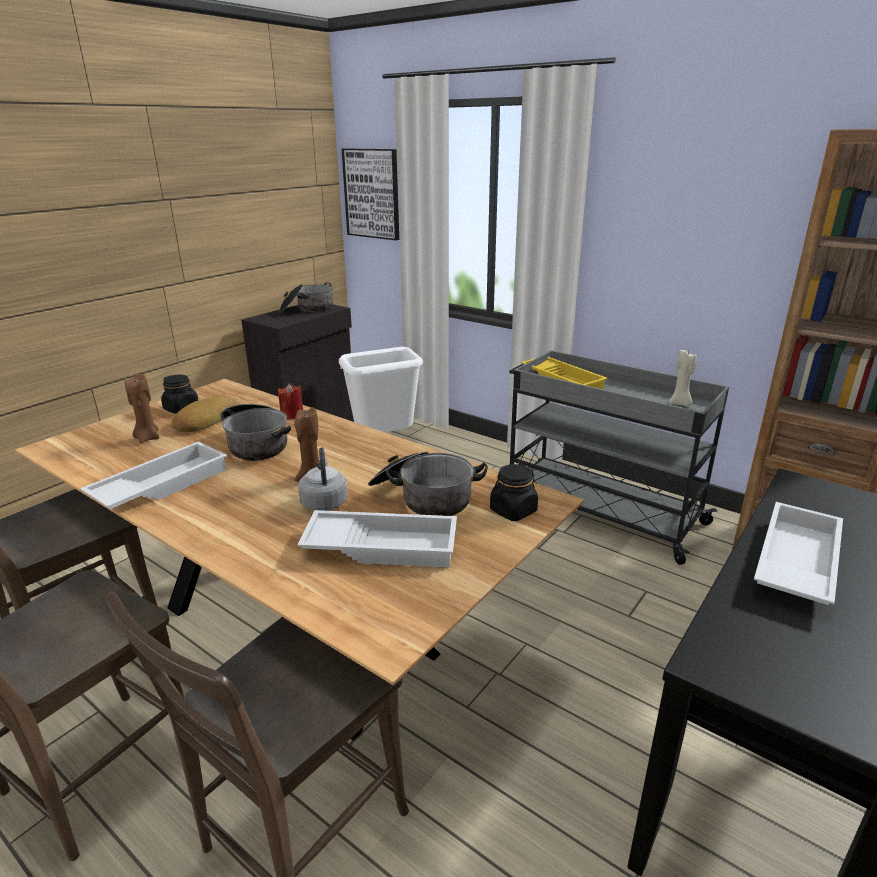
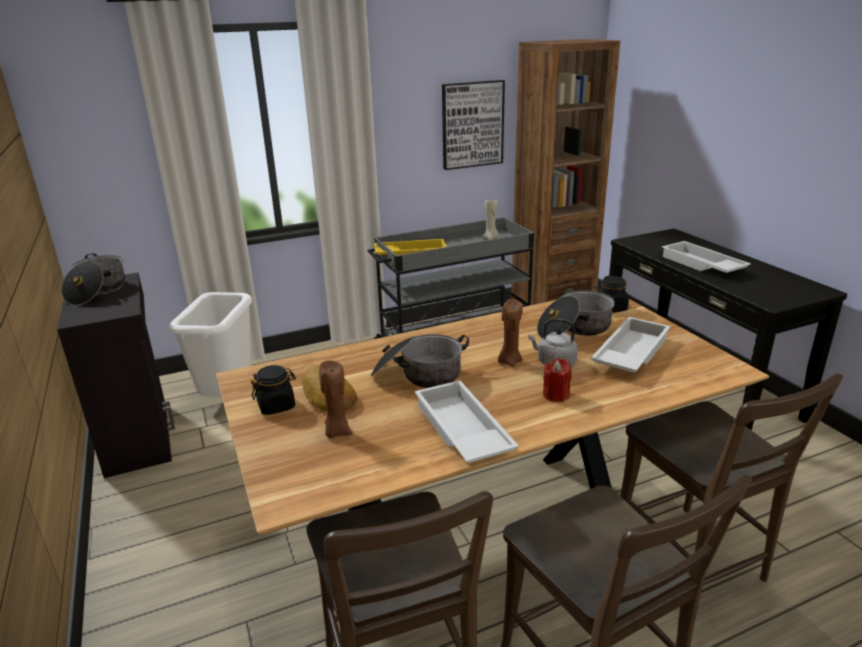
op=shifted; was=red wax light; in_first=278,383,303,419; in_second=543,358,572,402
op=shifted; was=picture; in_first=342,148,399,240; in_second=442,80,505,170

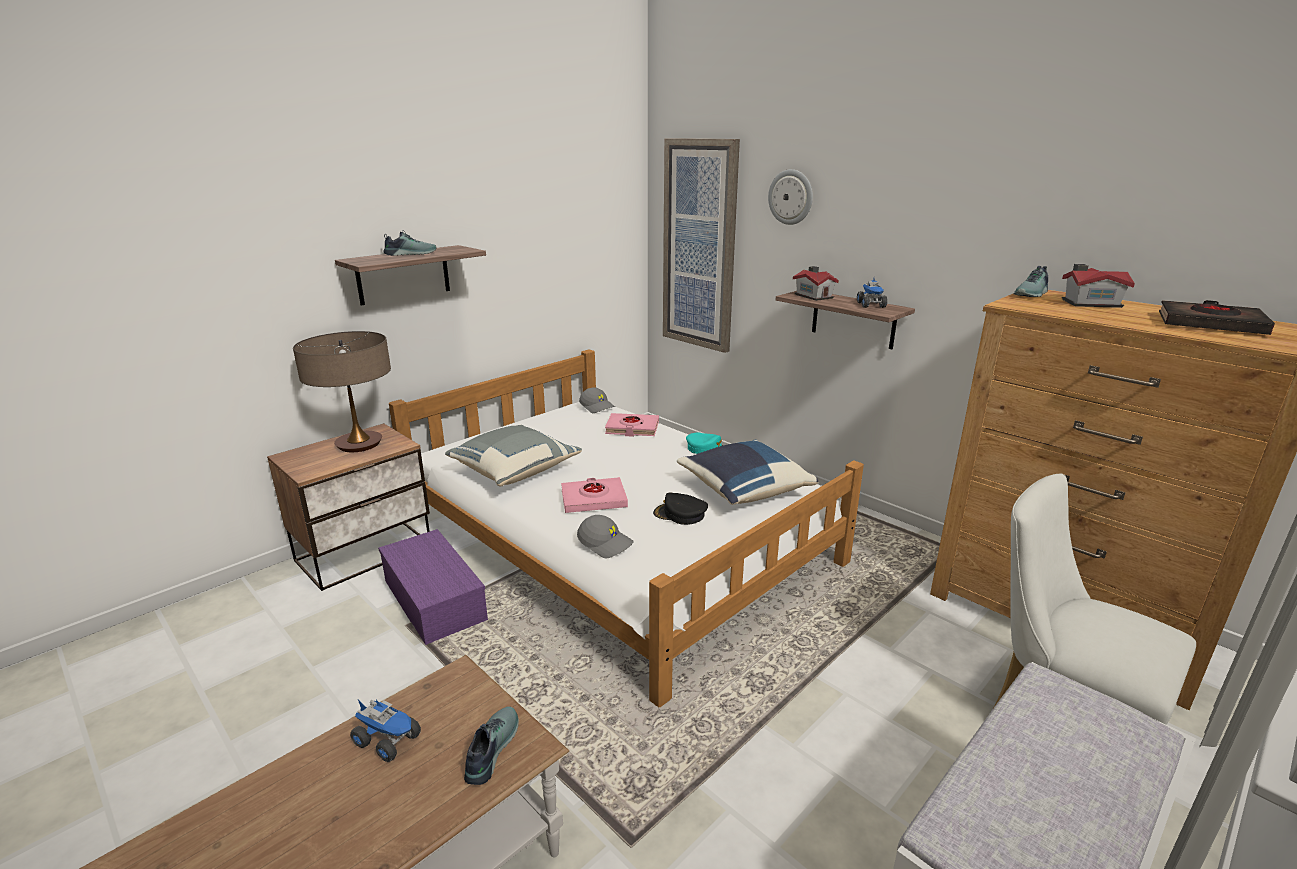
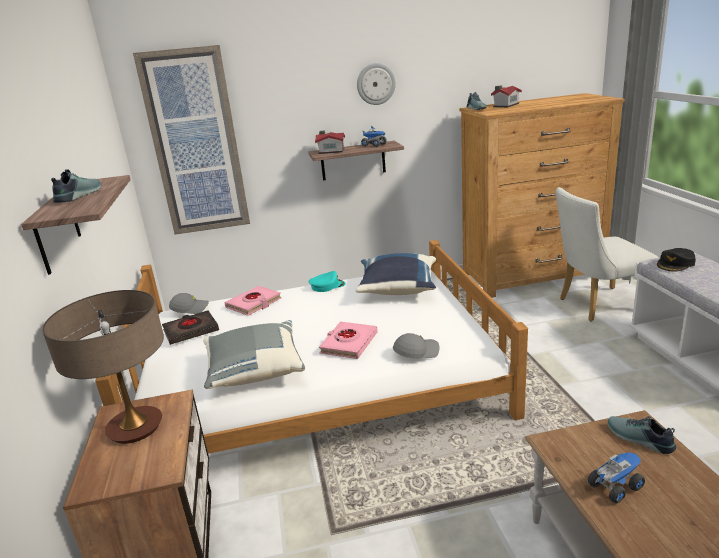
op=gone; was=purplish storage container; in_first=378,529,488,645
op=shifted; was=black cap; in_first=653,492,708,525; in_second=657,248,696,272
op=shifted; was=wall clock; in_first=768,169,813,225; in_second=357,63,396,105
op=shifted; was=black bound book; in_first=1159,300,1275,335; in_second=162,310,219,345

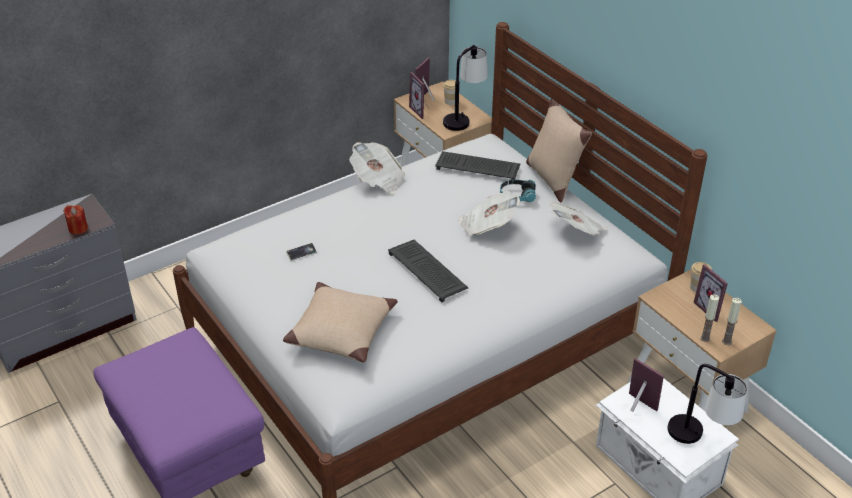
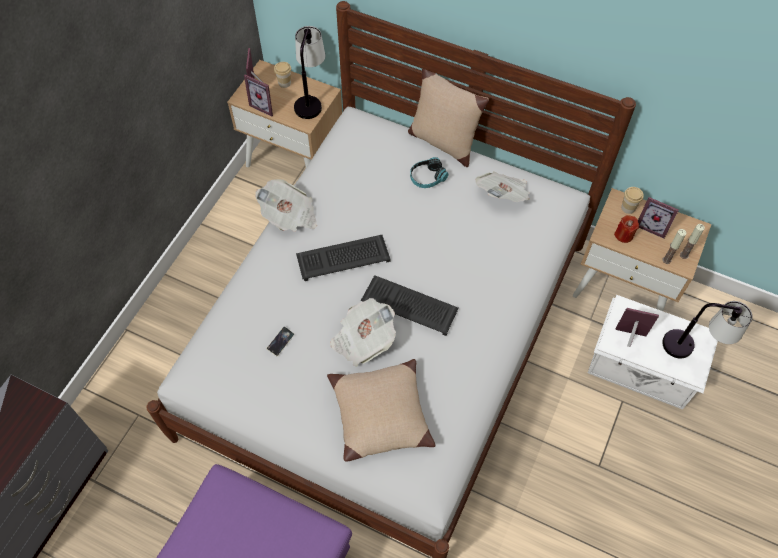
op=shifted; was=red wax light; in_first=63,205,88,235; in_second=614,215,639,243
op=shifted; was=computer keyboard; in_first=435,151,520,180; in_second=296,235,391,281
op=shifted; was=printed paper; in_first=458,191,520,237; in_second=330,298,396,367

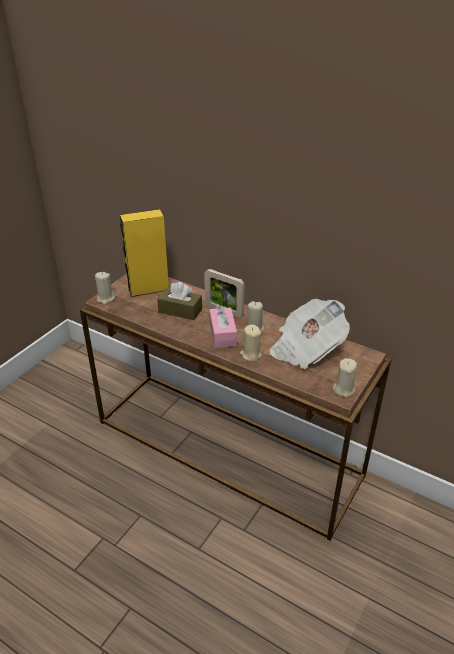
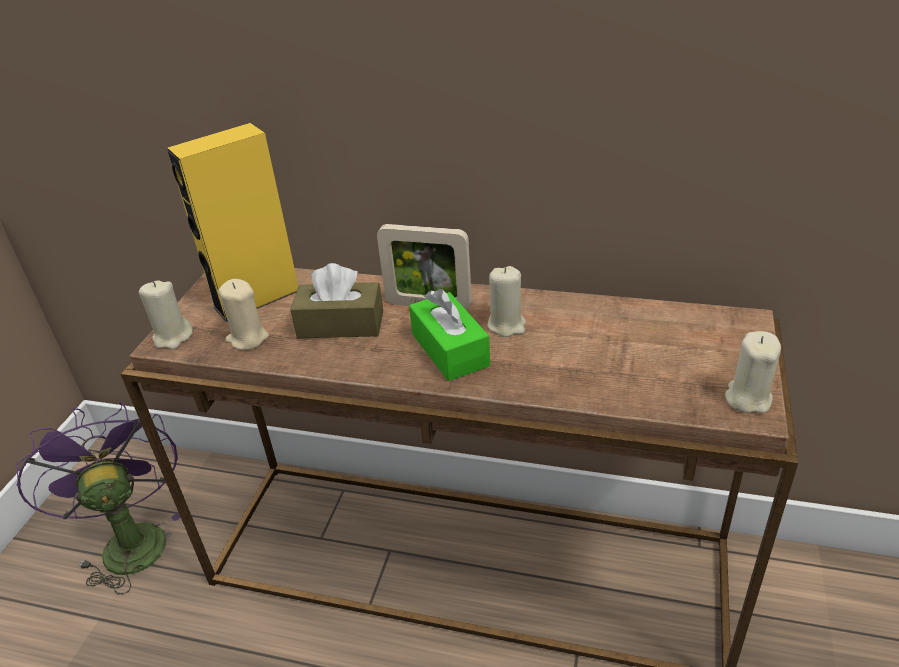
op=repainted; was=pink-coloured box of tissues; now=green-coloured box of tissues; in_first=210,305,237,348; in_second=409,289,490,381
op=shifted; was=sand-coloured wax light; in_first=240,325,262,362; in_second=218,279,269,350
op=gone; was=printed paper; in_first=270,299,350,369
op=new; now=purplish fan; in_second=16,401,181,594

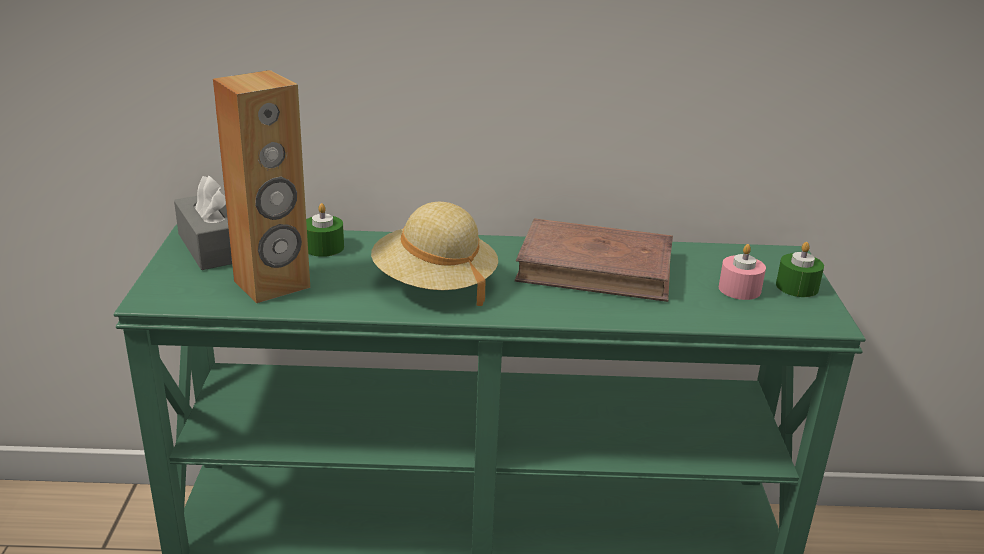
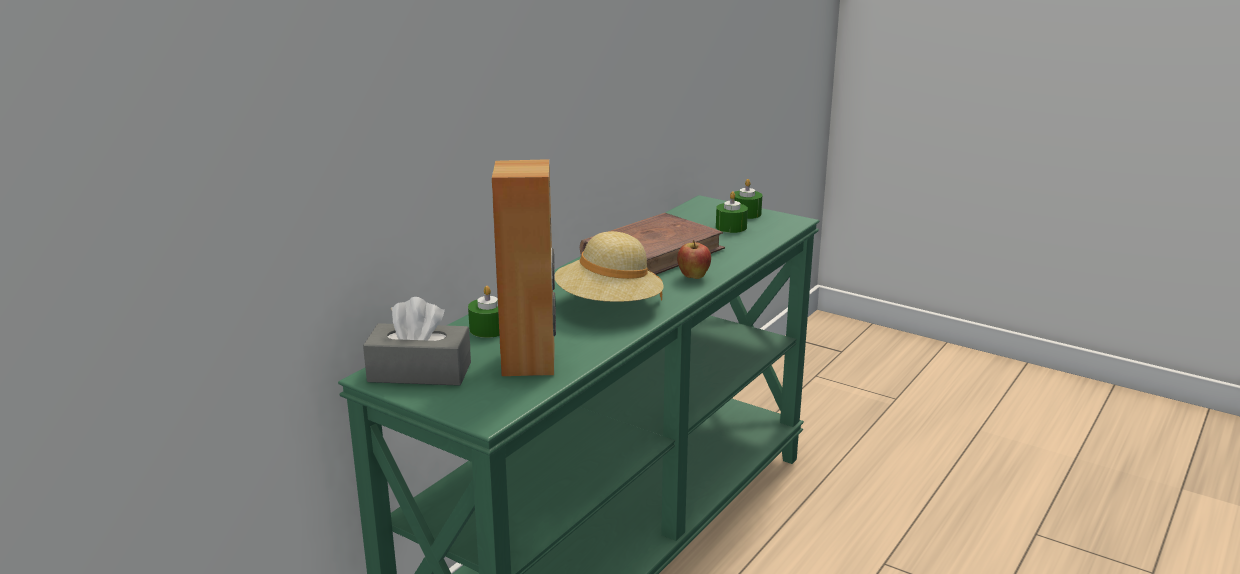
op=repainted; was=pink-coloured wax light; now=green-coloured wax light; in_first=719,244,766,300; in_second=716,191,748,233
op=new; now=apple fruit; in_second=677,240,711,279

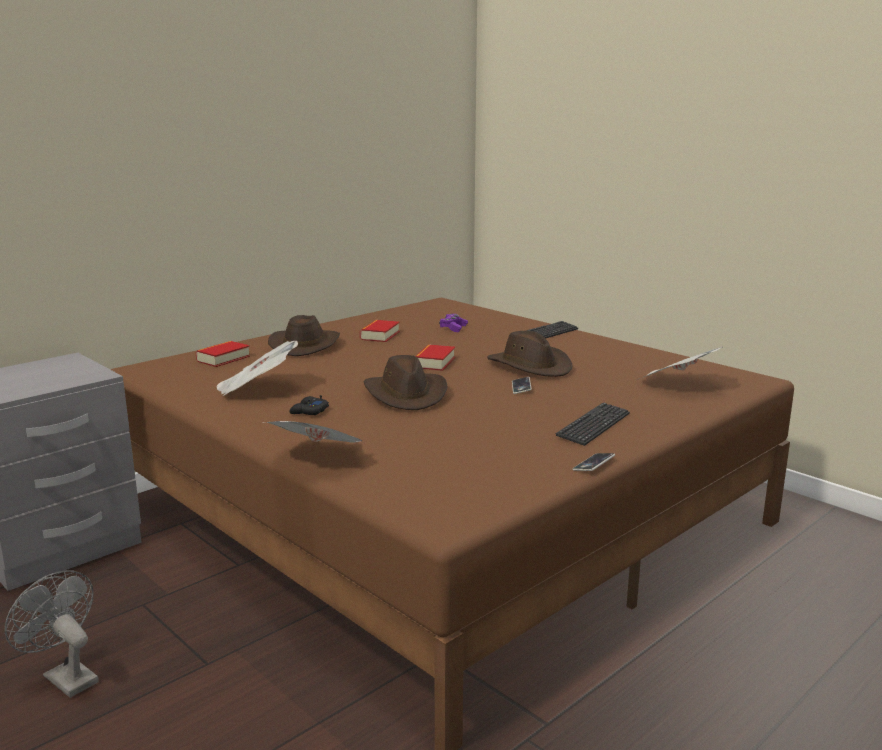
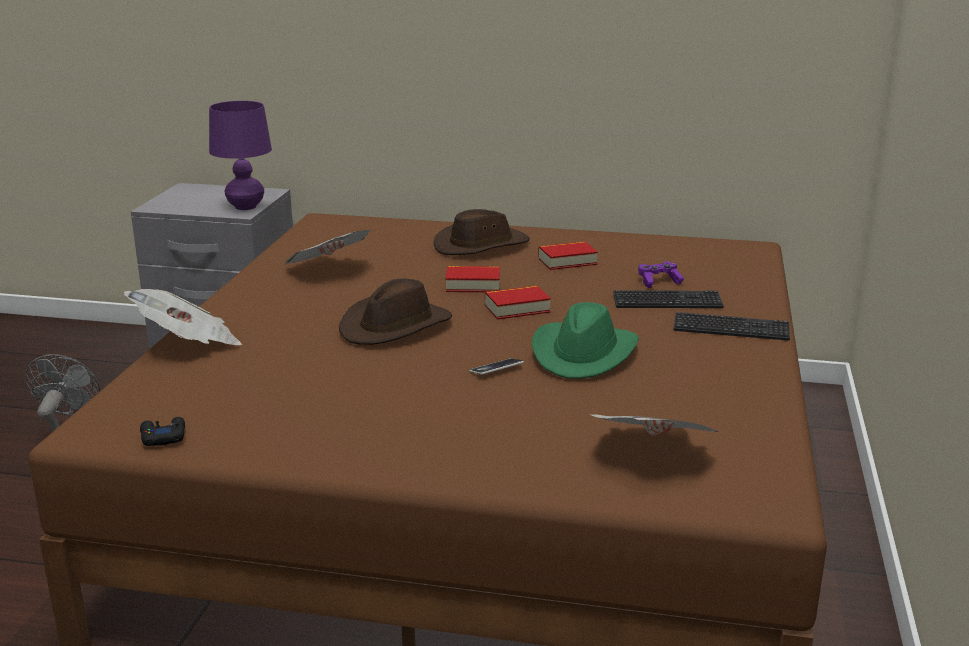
op=shifted; was=bound book; in_first=196,341,250,367; in_second=445,266,500,292
op=shifted; was=black game controller; in_first=289,395,329,415; in_second=140,417,185,446
op=repainted; was=brownish wearable hat; now=green-coloured wearable hat; in_first=487,331,572,377; in_second=531,302,639,379
op=shifted; was=computer keyboard; in_first=556,403,630,446; in_second=613,290,724,308
op=gone; was=handset; in_first=572,453,615,471
op=new; now=purplish table lamp; in_second=209,101,272,210

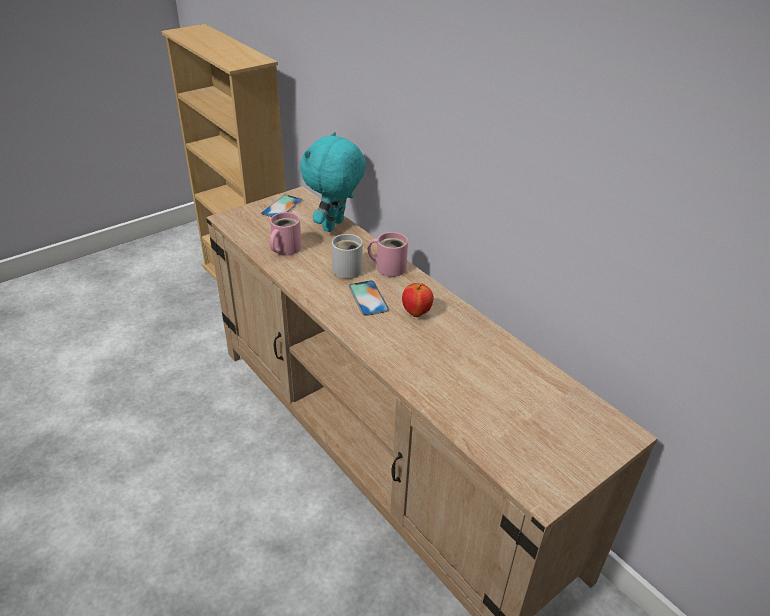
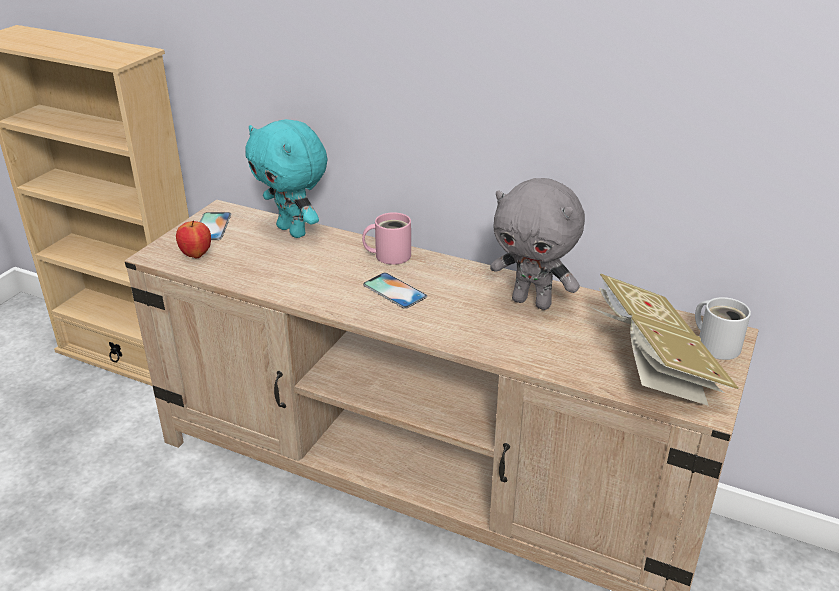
op=gone; was=pink-coloured mug; in_first=270,212,302,255
op=rotated; was=turquoise cuddly toy; in_first=300,132,366,232; in_second=245,119,327,238; clockwise=-45
op=shifted; was=white mug; in_first=332,234,363,279; in_second=695,297,751,360
op=shifted; was=apple fruit; in_first=402,283,434,317; in_second=176,220,211,258
op=new; now=greyish cuddly toy; in_second=490,178,585,310
op=new; now=bound book; in_second=593,274,738,406

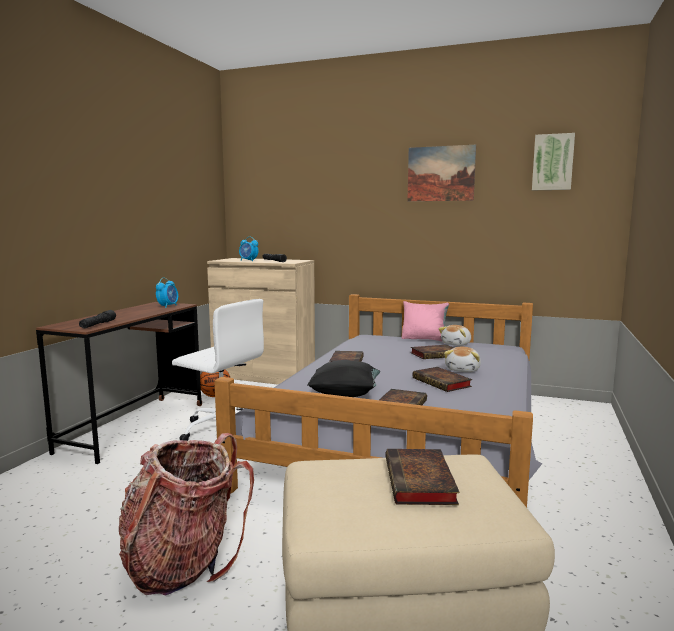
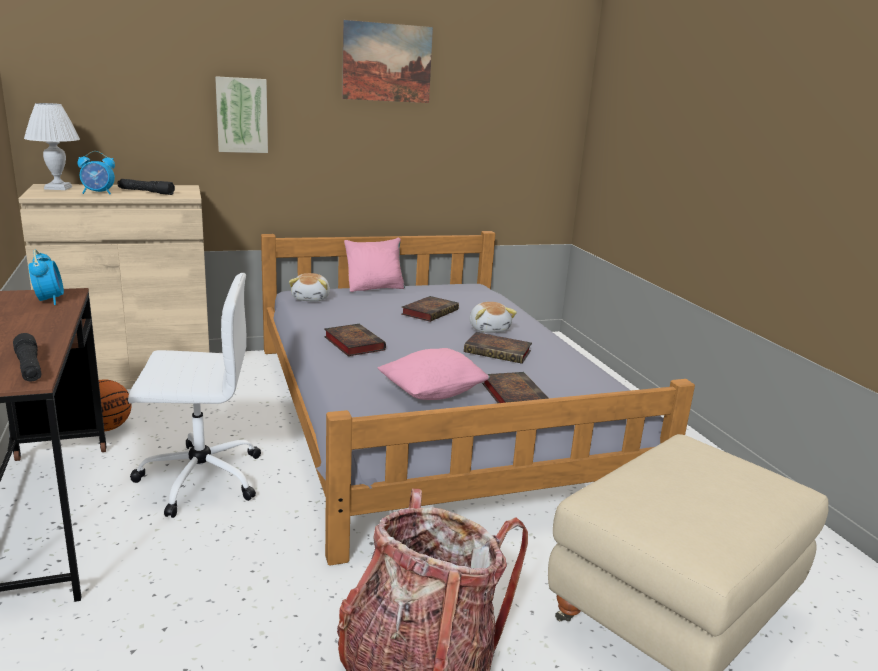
op=repainted; was=black pillow; now=pink-coloured pillow; in_first=307,360,380,397; in_second=378,348,490,400
op=gone; was=bound book; in_first=386,449,459,505
op=shifted; was=cuddly toy; in_first=438,325,471,346; in_second=289,273,330,302
op=shifted; was=picture; in_first=532,133,575,190; in_second=215,76,268,153
op=new; now=white table lamp; in_second=24,103,80,190

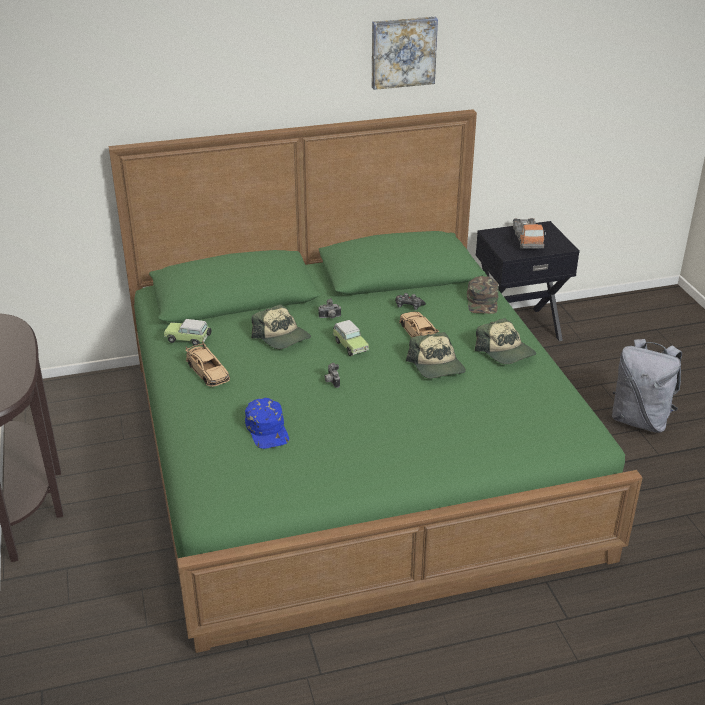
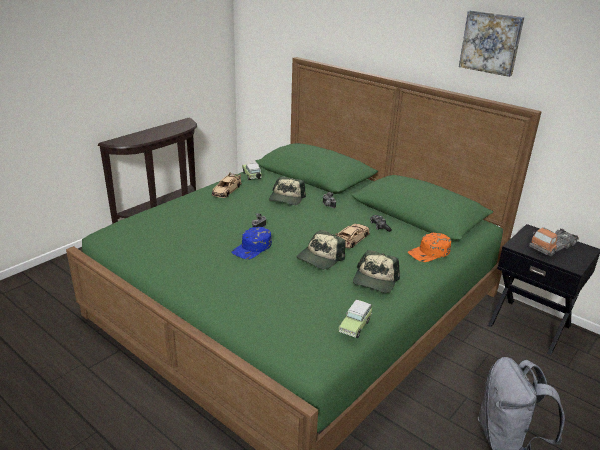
op=shifted; was=blue-coloured cap; in_first=245,398,289,449; in_second=232,227,272,259
op=shifted; was=miniature car; in_first=333,320,369,356; in_second=339,299,372,338
op=repainted; was=green-coloured cap; now=orangey cap; in_first=467,276,499,314; in_second=408,233,451,262

